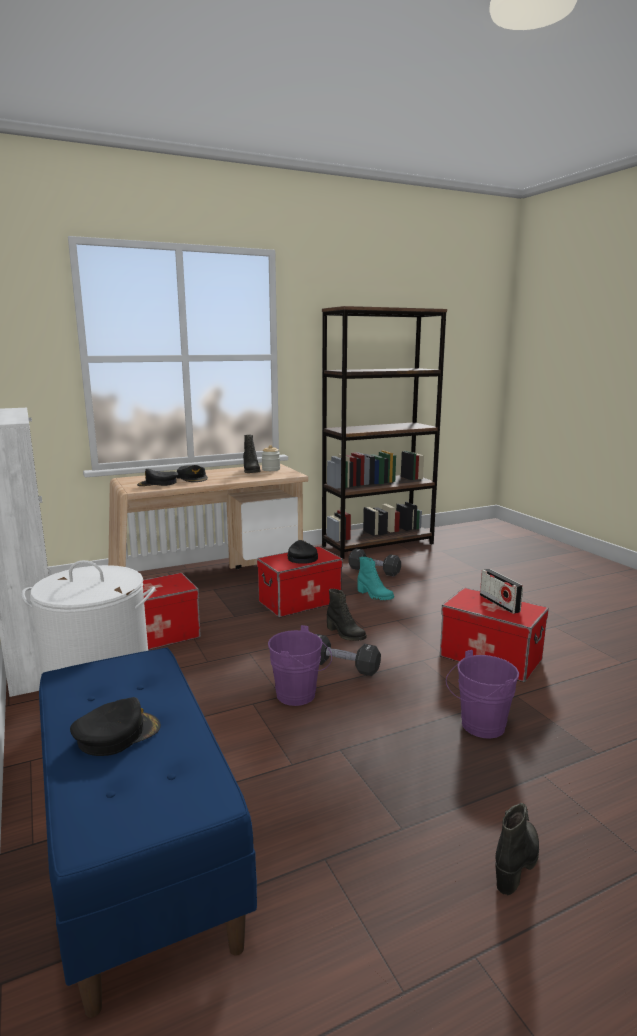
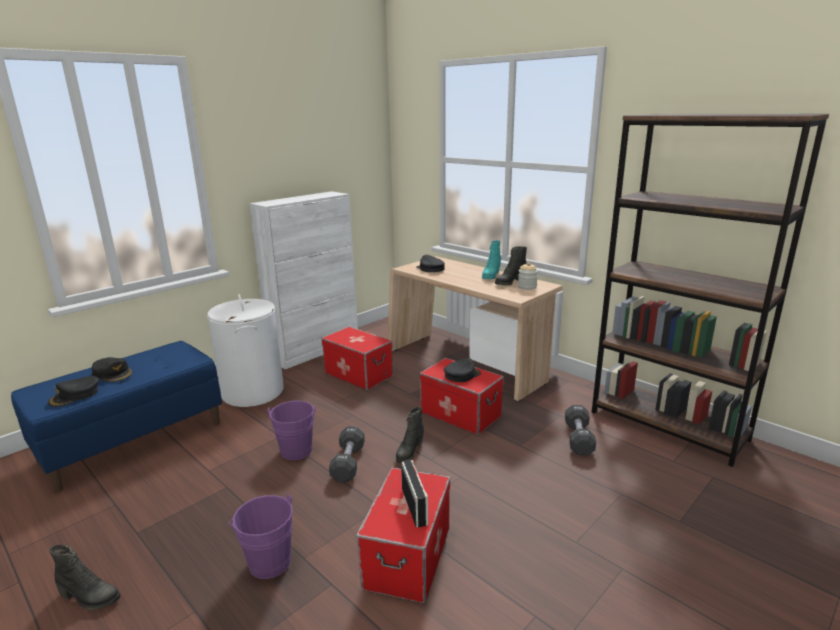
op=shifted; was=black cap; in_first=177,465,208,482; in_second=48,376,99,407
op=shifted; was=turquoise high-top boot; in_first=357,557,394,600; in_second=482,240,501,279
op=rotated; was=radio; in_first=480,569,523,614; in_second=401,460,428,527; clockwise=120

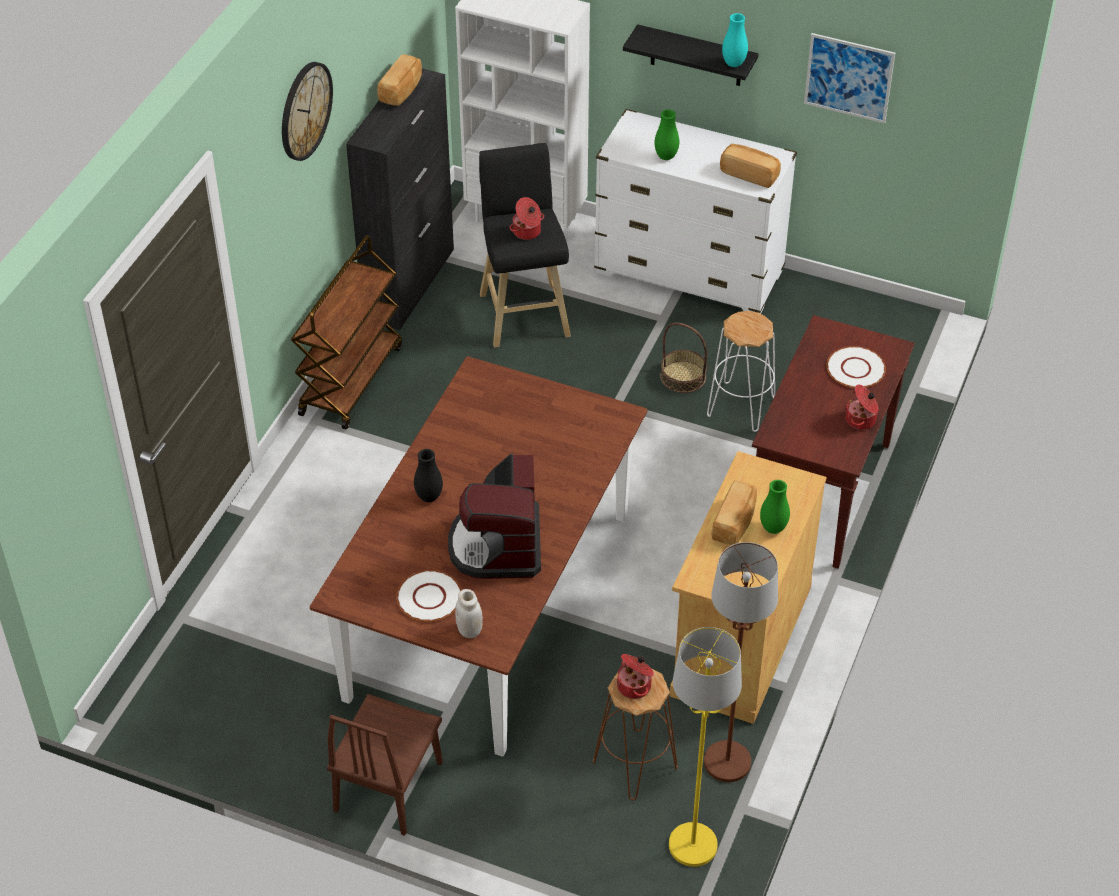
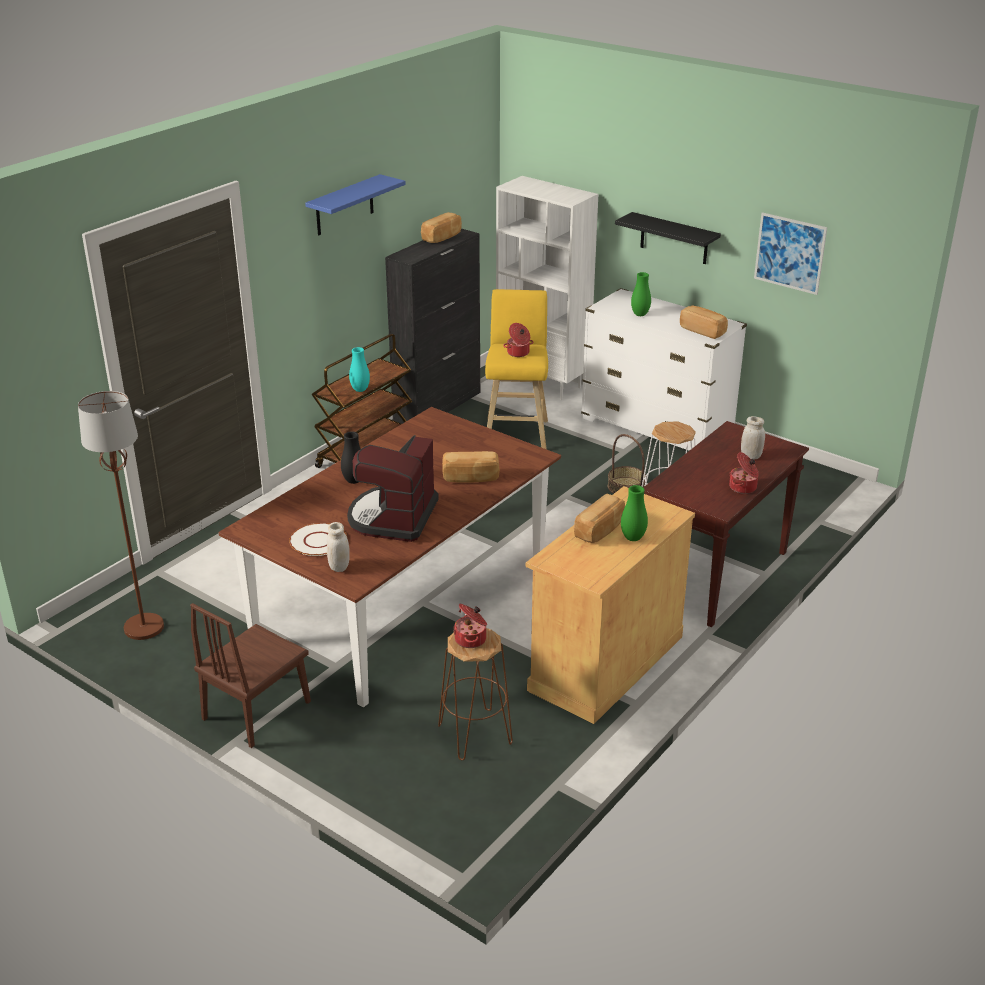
op=swapped; was=wall clock; now=blue-coloured shelf; in_first=282,62,333,161; in_second=305,174,406,235
op=repainted; was=black stool seat; now=yellow-coloured stool seat; in_first=479,143,571,348; in_second=485,289,548,449
op=gone; was=yellow-coloured standing lamp; in_first=669,627,742,867
op=shifted; was=brownish standing lamp; in_first=704,542,778,782; in_second=78,391,164,640
op=shifted; was=turquoise flower vase; in_first=722,13,748,67; in_second=349,347,370,392
op=swapped; was=white plate; now=white storage jar; in_first=826,346,886,388; in_second=741,416,765,459
op=new; now=bread; in_second=442,451,500,483

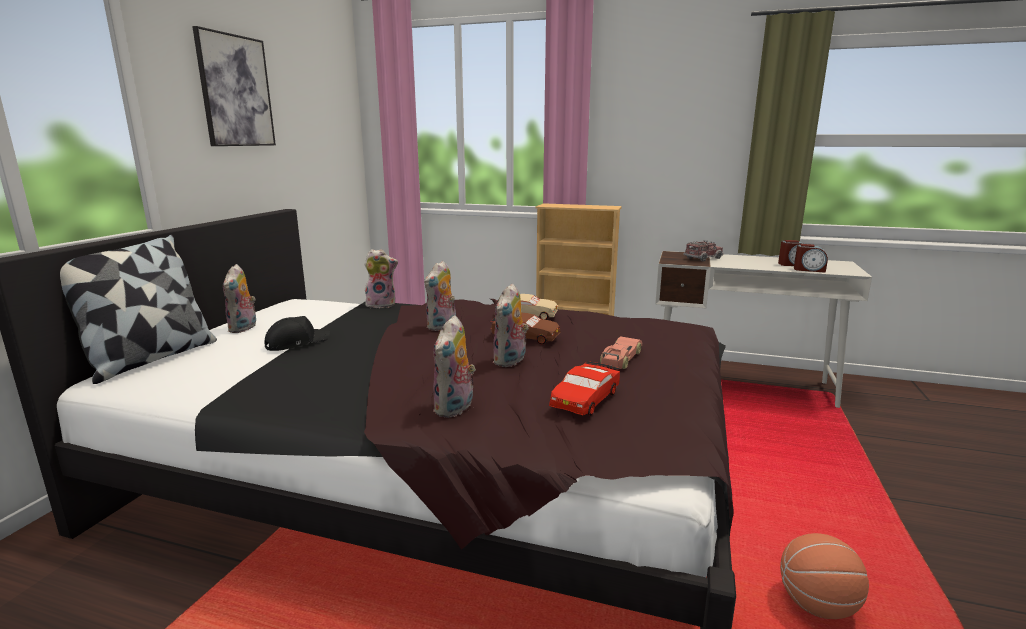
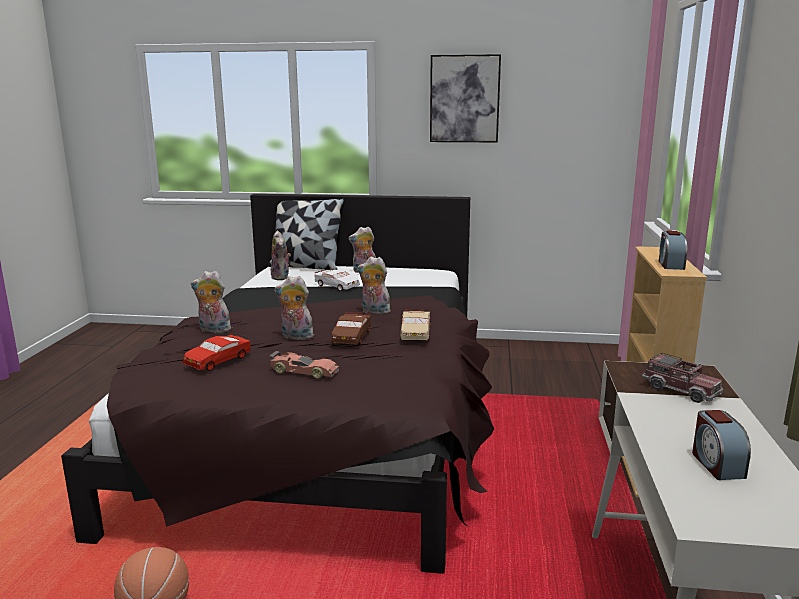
op=swapped; was=black cap; now=white miniature car; in_first=265,316,330,351; in_second=314,269,360,291
op=shifted; was=cuddly toy; in_first=364,249,398,308; in_second=271,231,291,280
op=rotated; was=red miniature car; in_first=549,361,620,416; in_second=183,333,251,371; clockwise=-75
op=shifted; was=alarm clock; in_first=794,244,828,273; in_second=659,231,688,270

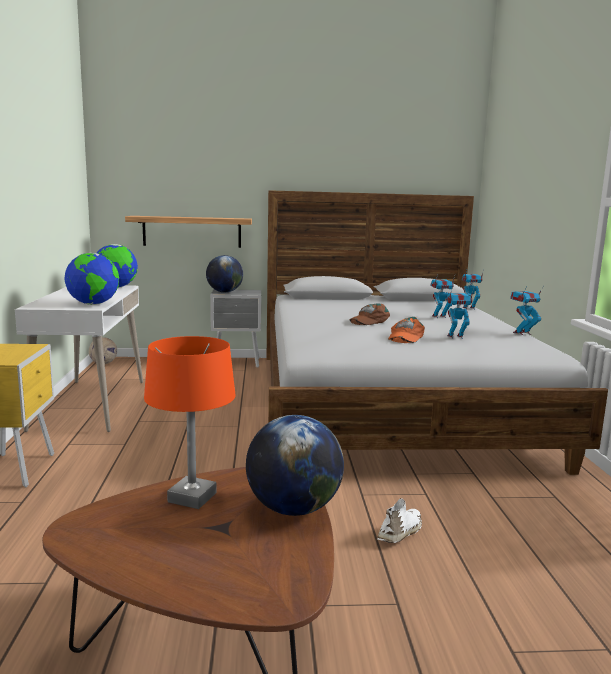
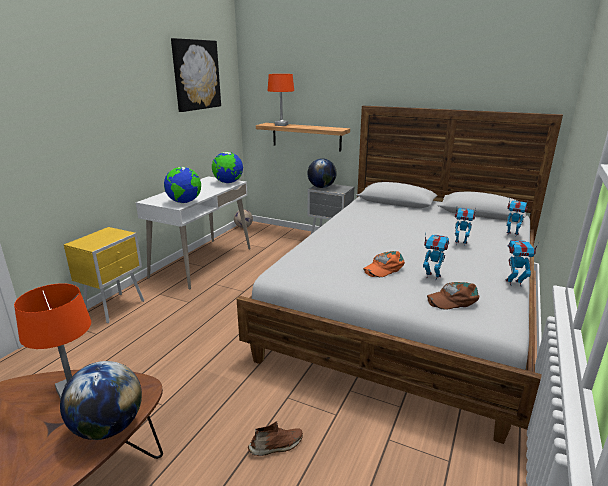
op=shifted; was=brownish cap; in_first=349,304,390,325; in_second=427,282,479,310
op=repainted; was=white shoe; now=brownish shoe; in_first=377,498,422,543; in_second=248,421,303,456
op=new; now=picture; in_second=171,38,221,112
op=new; now=orangey table lamp; in_second=268,74,294,126

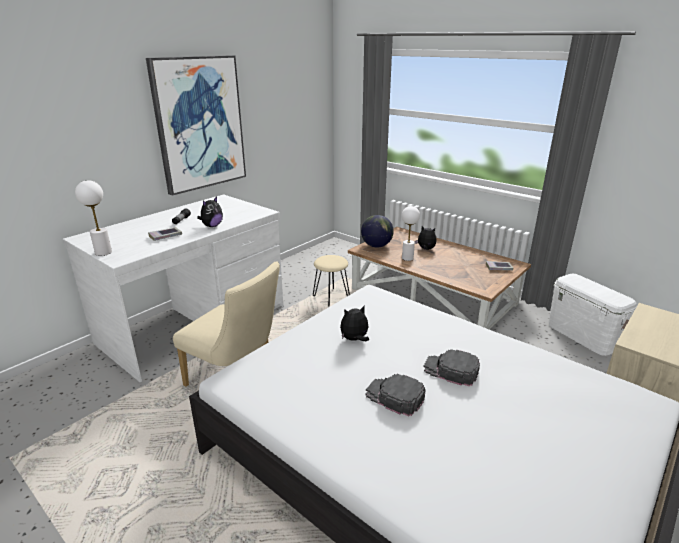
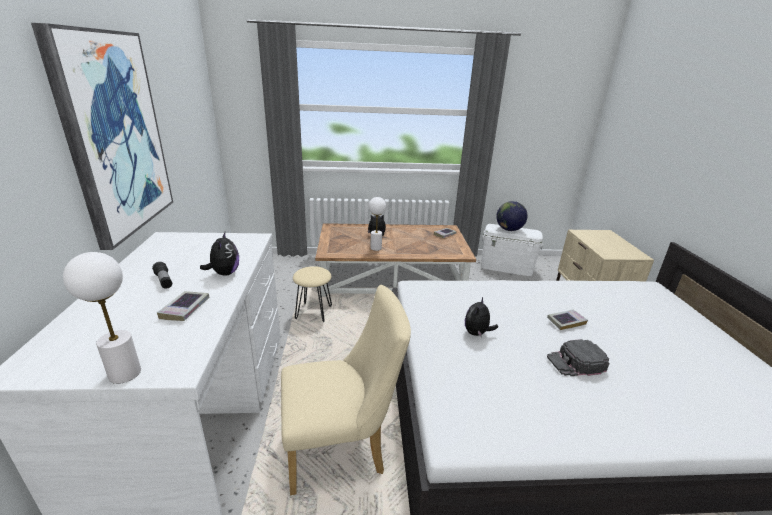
op=shifted; was=world globe; in_first=361,215,394,248; in_second=496,201,528,231
op=swapped; was=black cap; now=bound book; in_first=424,349,480,386; in_second=547,310,588,330

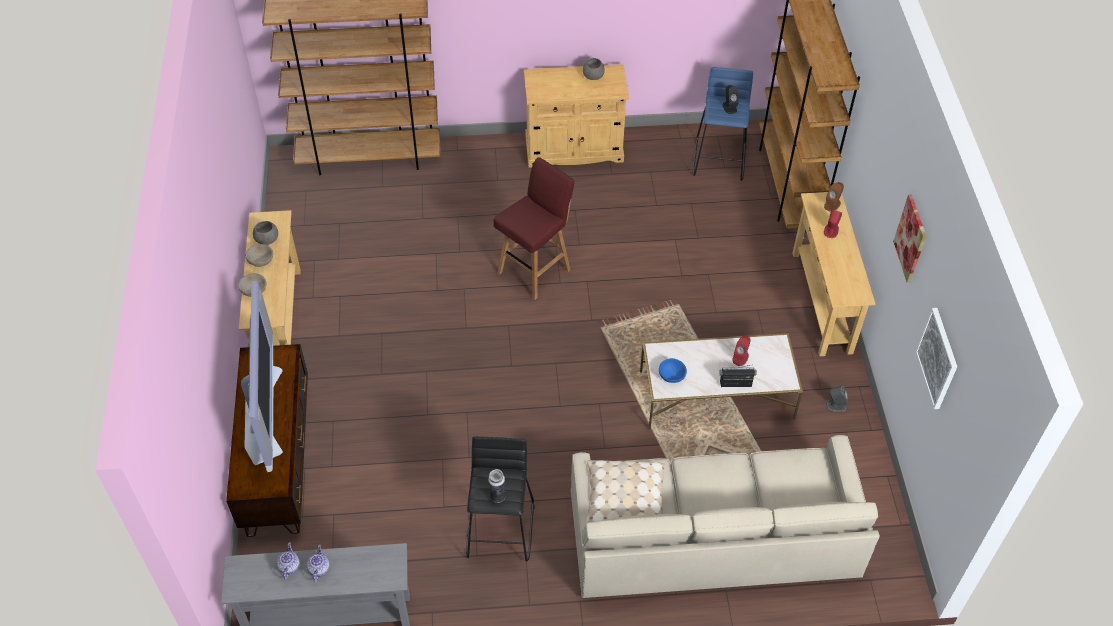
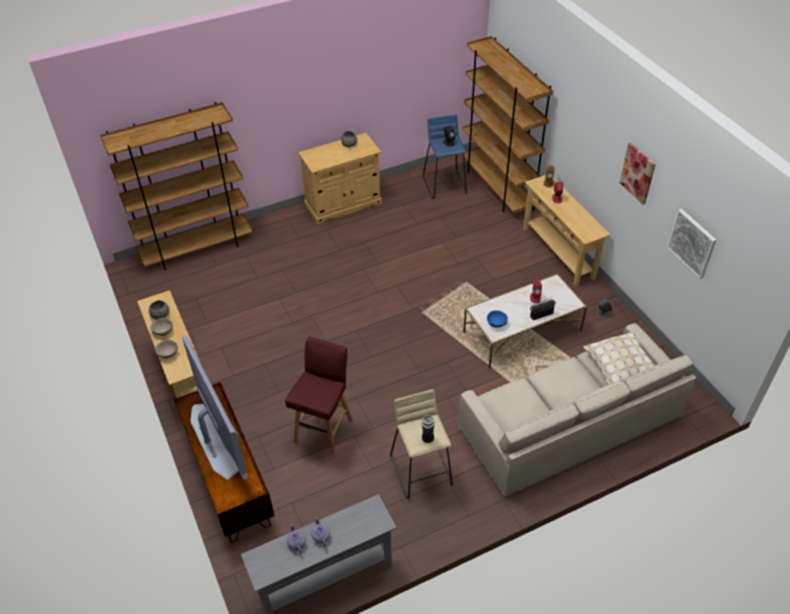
op=repainted; was=black stool seat; now=sand-coloured stool seat; in_first=466,436,535,562; in_second=390,389,453,499
op=shifted; was=red stool seat; in_first=494,157,575,300; in_second=285,337,353,456
op=shifted; was=sand-coloured pillow; in_first=586,460,666,524; in_second=583,333,655,385

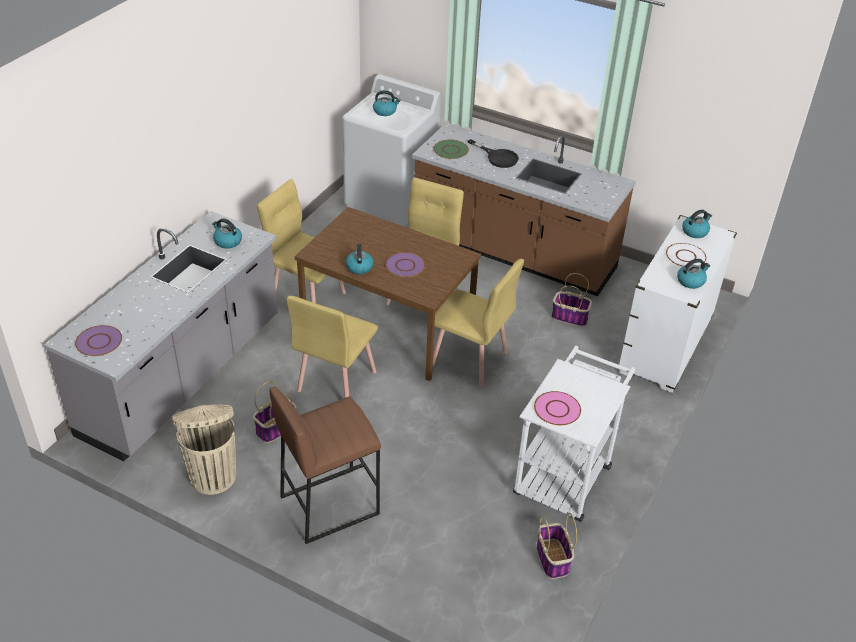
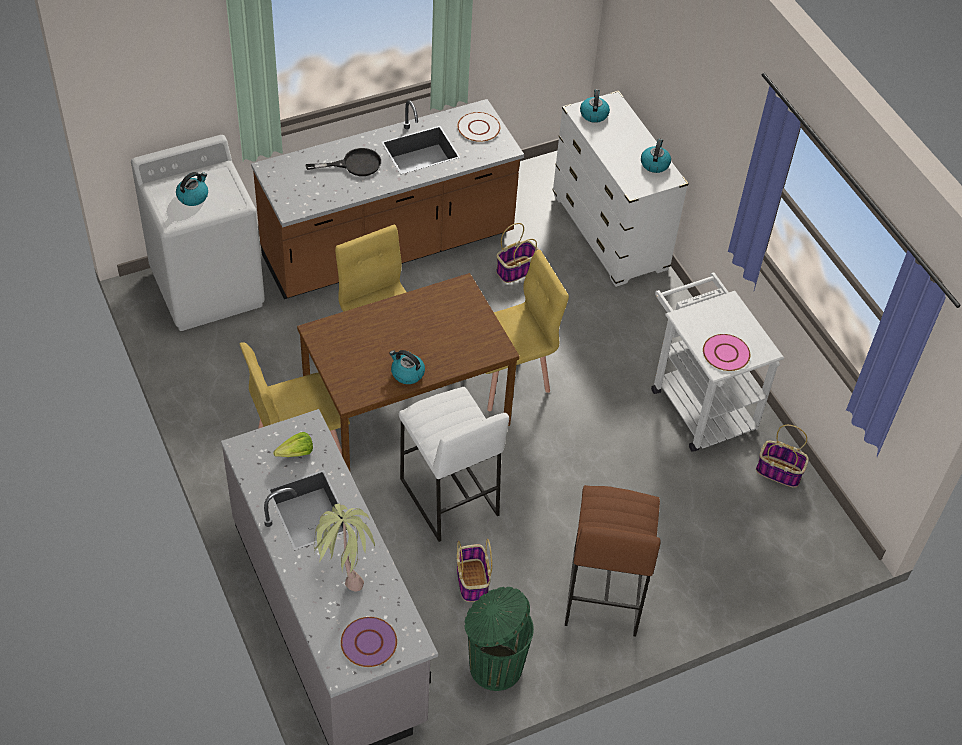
op=repainted; was=sand-coloured waste bin; now=green-coloured waste bin; in_first=172,404,236,495; in_second=464,587,534,691
op=swapped; was=tea kettle; now=head of lettuce; in_first=212,218,242,248; in_second=273,432,313,457
op=swapped; was=yellow-coloured plain chair; now=white stool seat; in_first=287,296,378,398; in_second=399,387,509,542
op=gone; was=purplish plate; in_first=385,252,425,277
op=gone; was=green-coloured plate; in_first=433,139,469,159
op=shifted; was=white plate; in_first=666,243,707,267; in_second=458,112,500,142
op=new; now=houseplant; in_second=314,503,375,592

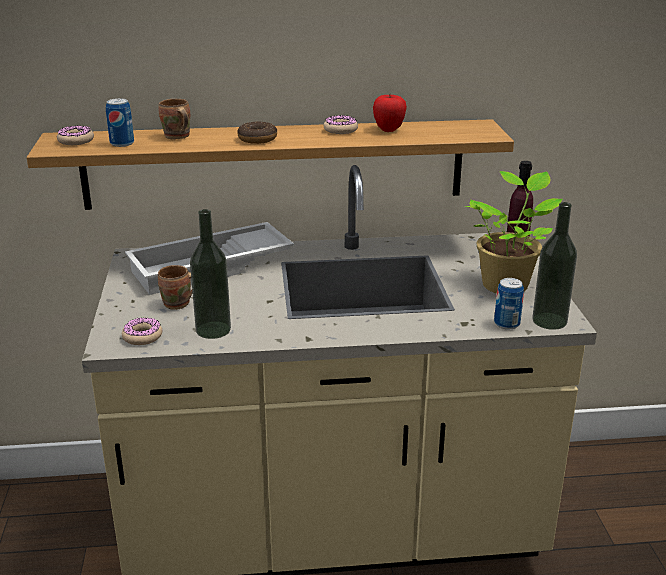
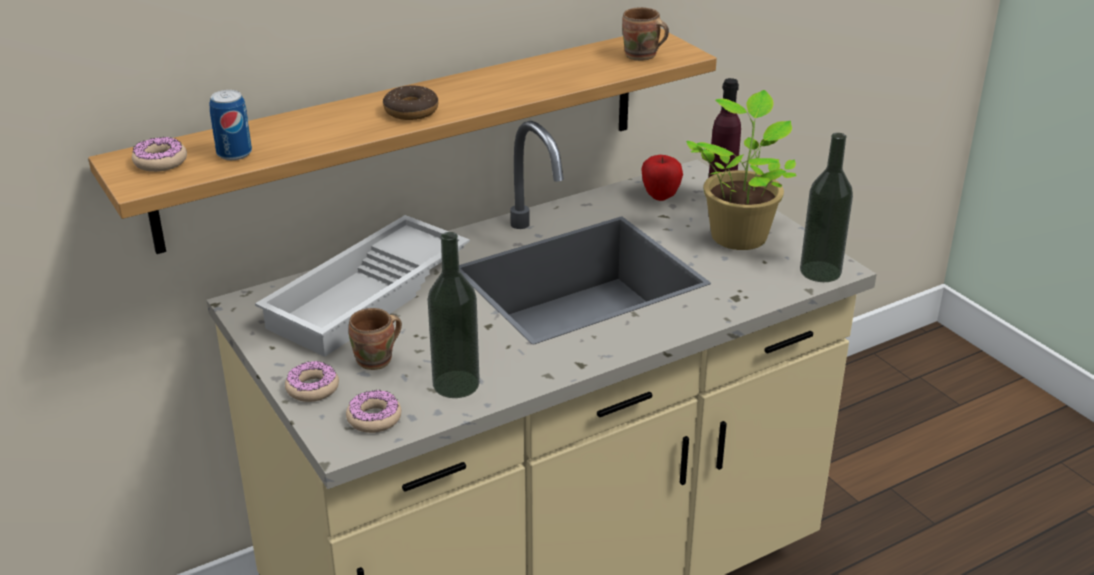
op=shifted; was=brownish mug; in_first=158,99,190,139; in_second=622,7,669,61
op=shifted; was=doughnut; in_first=324,115,358,134; in_second=285,361,339,402
op=shifted; was=apple fruit; in_first=373,94,407,132; in_second=641,155,683,201
op=gone; was=metal can; in_first=494,278,524,329

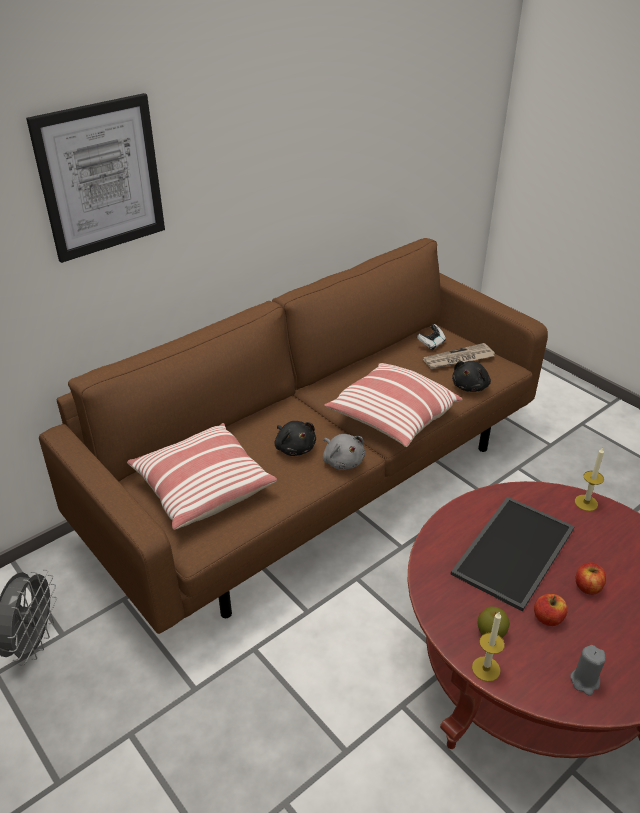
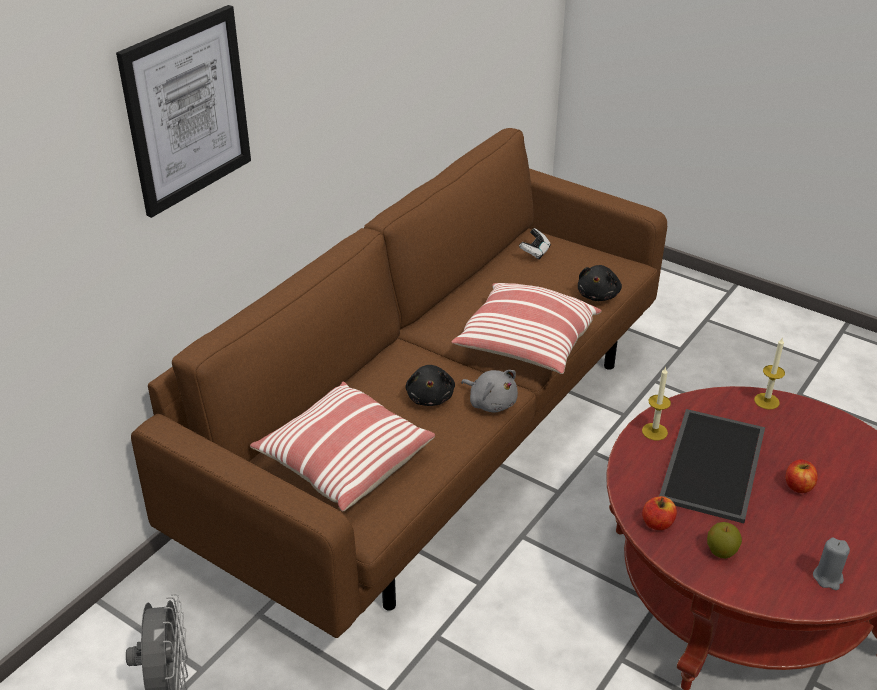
op=rotated; was=black cuddly toy; in_first=275,421,316,456; in_second=405,365,455,406; clockwise=45
op=gone; was=printed paper; in_first=423,343,495,369
op=shifted; was=wax light; in_first=472,612,505,682; in_second=642,367,671,440
op=shifted; was=apple fruit; in_first=534,594,567,626; in_second=642,496,677,530

